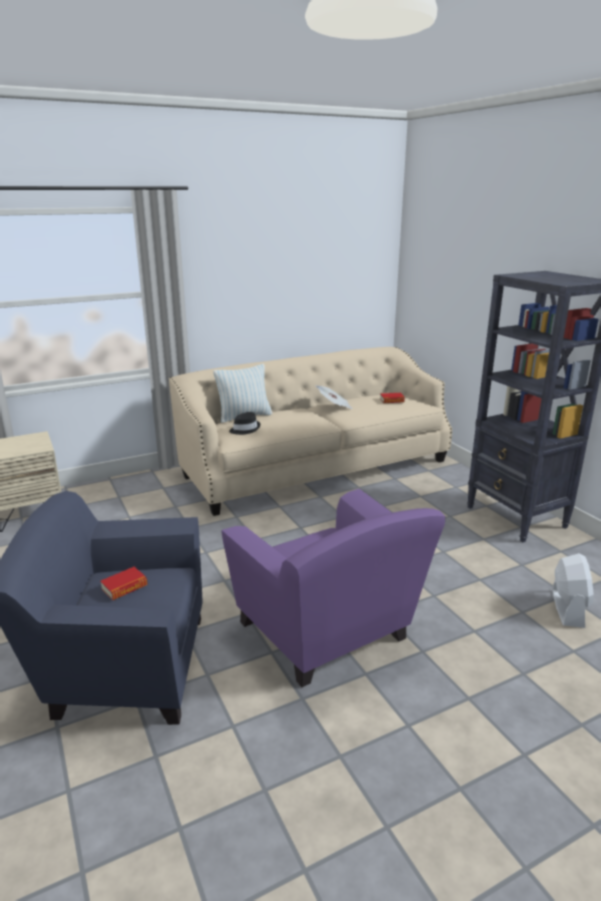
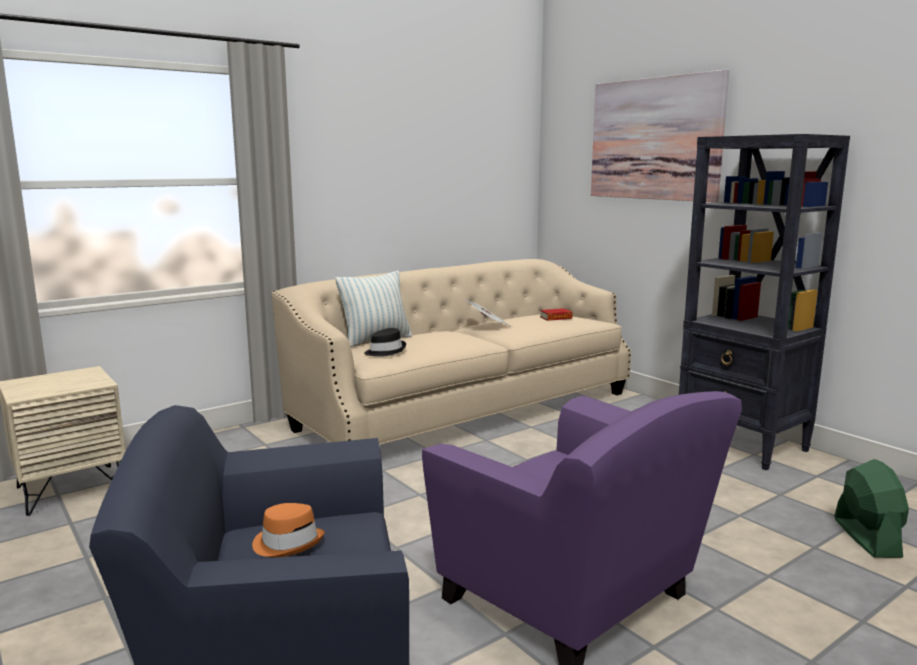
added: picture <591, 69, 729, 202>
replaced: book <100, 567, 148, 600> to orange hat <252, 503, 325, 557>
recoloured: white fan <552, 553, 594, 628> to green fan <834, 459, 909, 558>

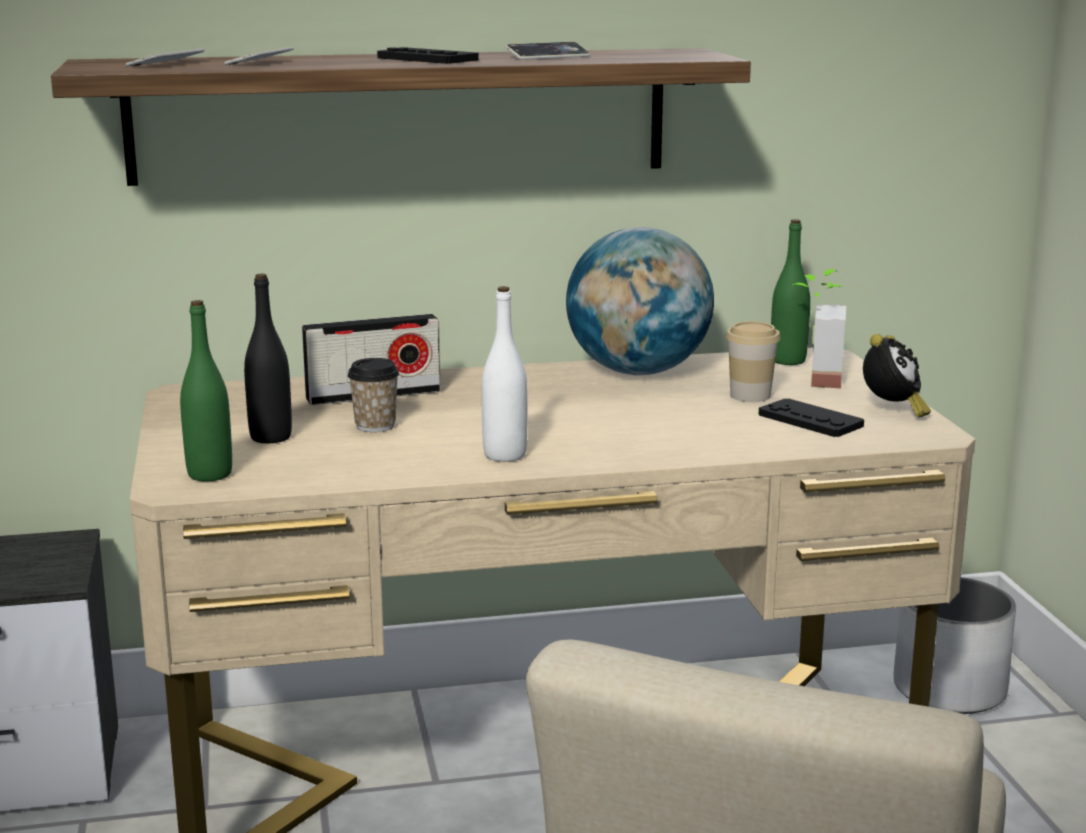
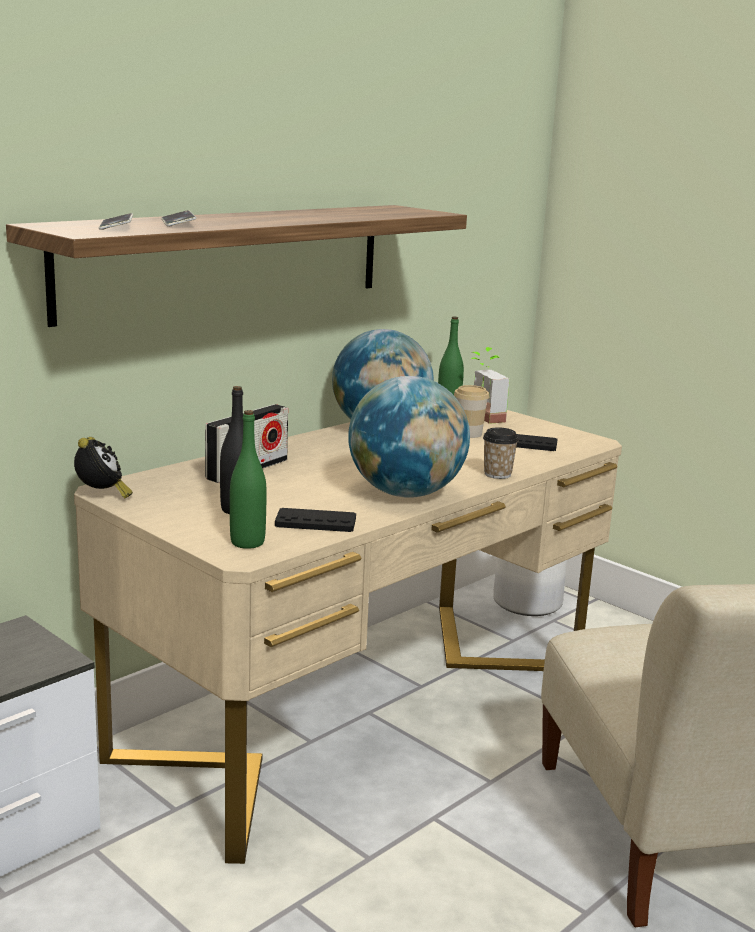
removed: phone <506, 42, 590, 60>
moved: cup <348, 358, 399, 432> to <483, 427, 519, 479>; black game controller <377, 47, 479, 64> to <275, 508, 356, 532>; alarm clock <863, 334, 931, 417> to <74, 437, 133, 498>
replaced: white bottle <481, 286, 528, 462> to globe <348, 376, 470, 498>

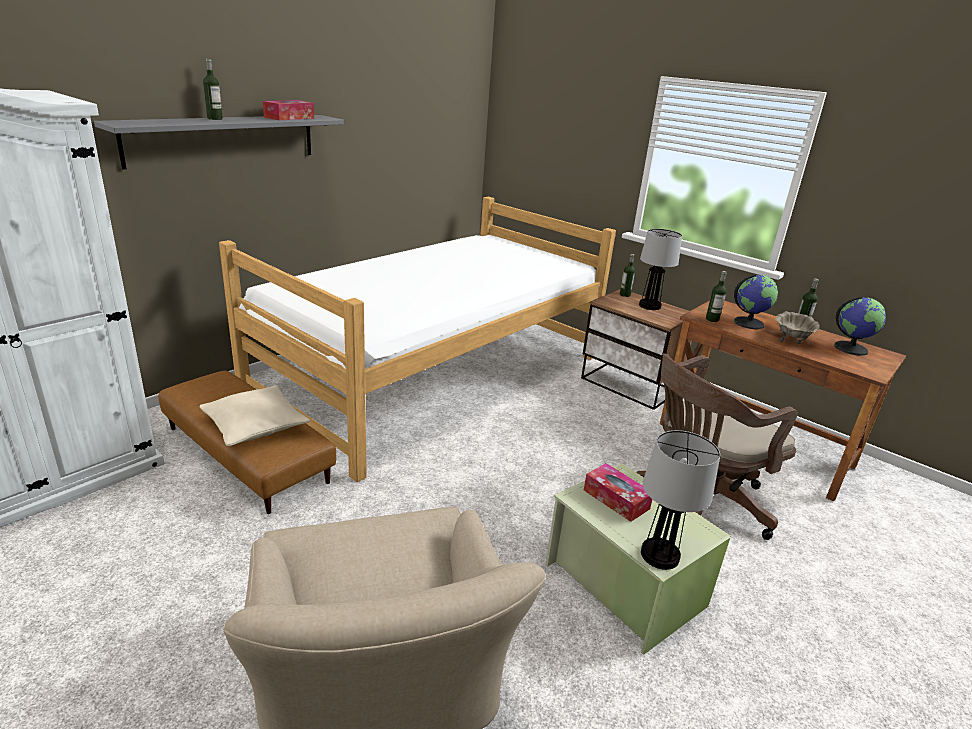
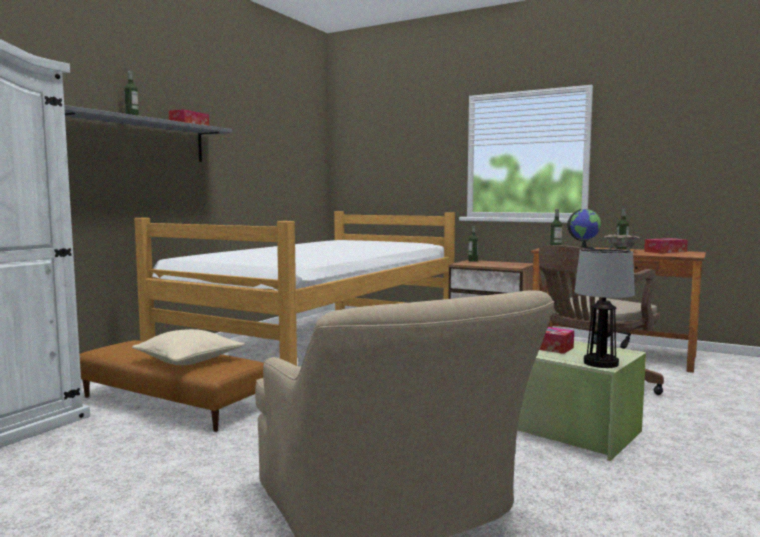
removed: table lamp <639, 229, 682, 310>
replaced: globe <834, 297, 886, 356> to tissue box <644, 238, 688, 253>

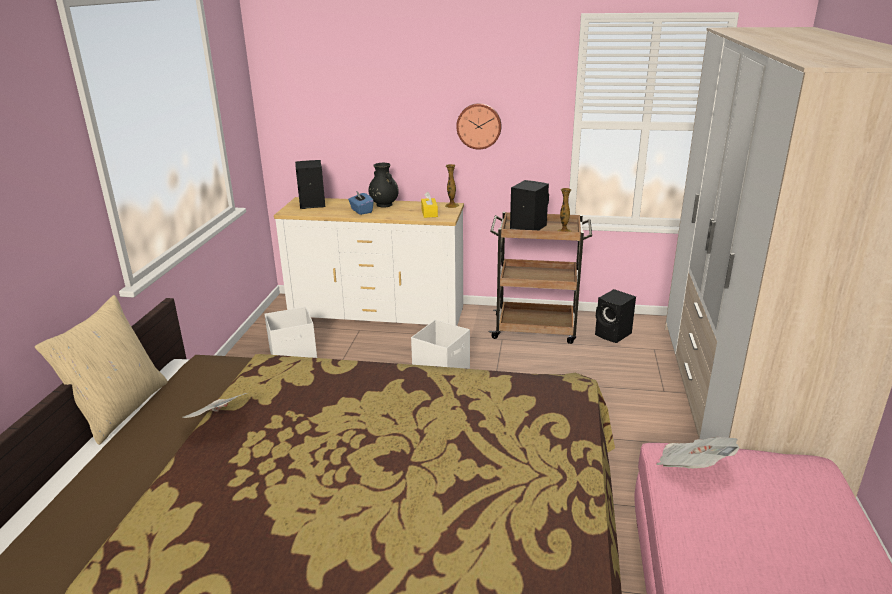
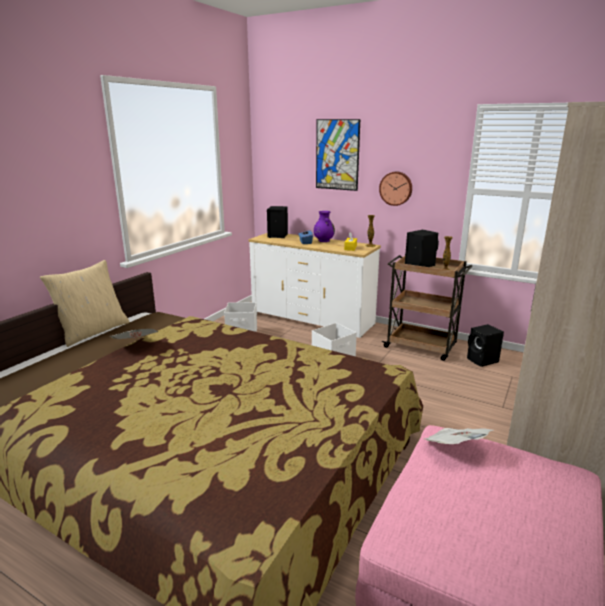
added: picture <316, 119, 360, 191>
recoloured: black vase <368, 163, 399, 208> to purple vase <314, 211, 335, 242>

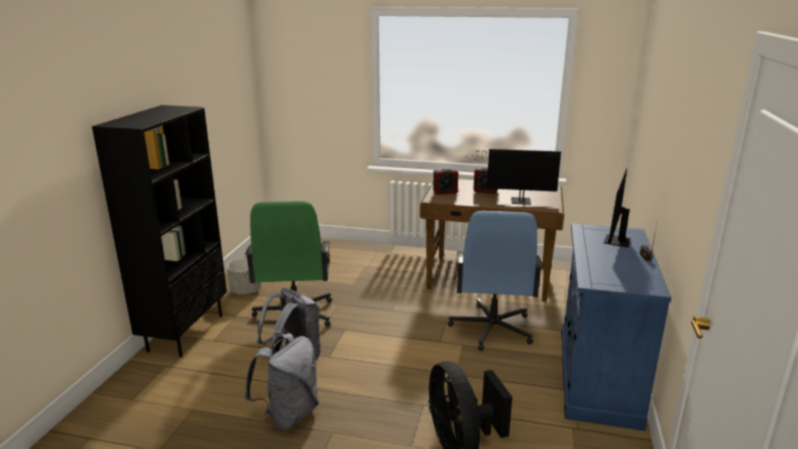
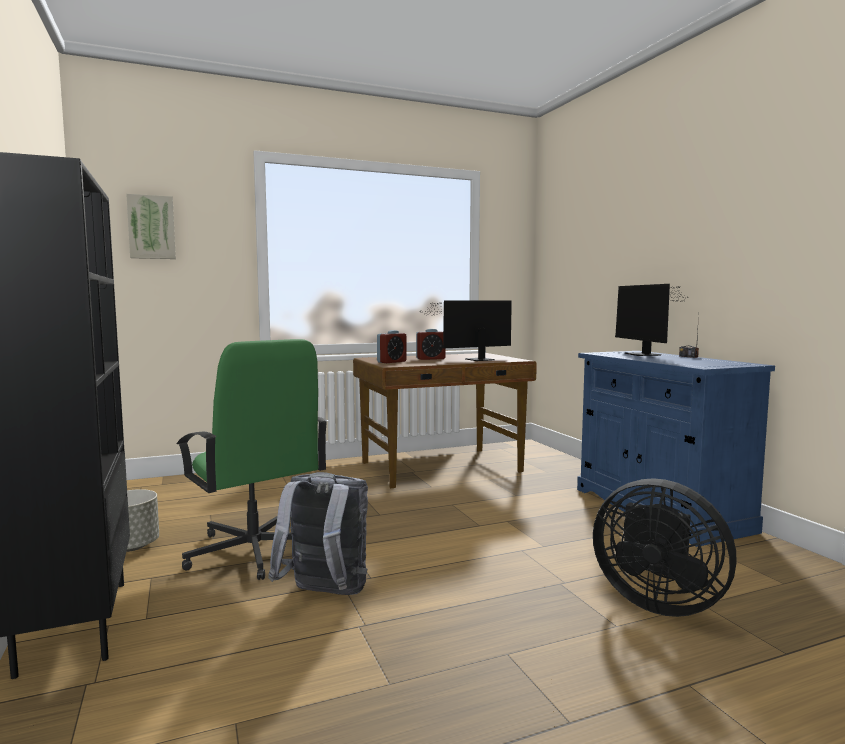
removed: grey backpack <244, 333, 319, 431>; blue office chair <448, 211, 543, 351>
added: picture <126, 194, 176, 259>

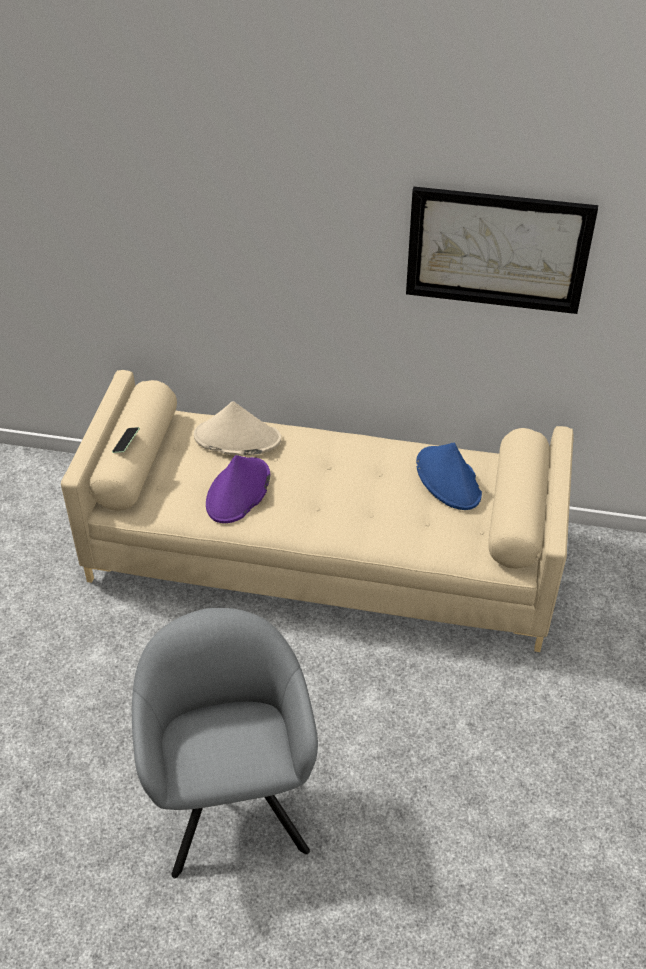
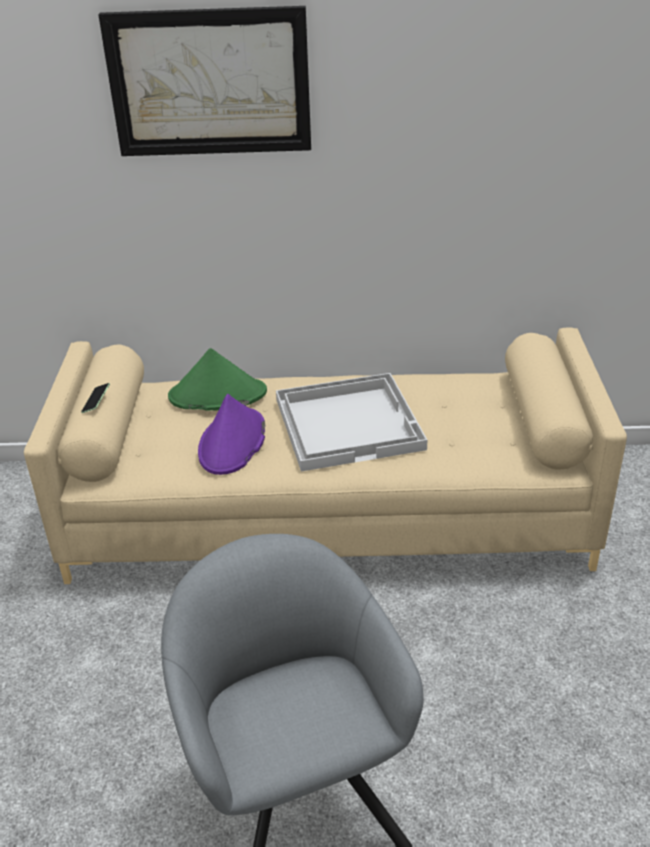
removed: blue hat <416, 443, 482, 510>
added: white tray <276, 373, 427, 472>
moved: picture <406, 187, 598, 314> to <98, 6, 311, 156>
recoloured: beige hat <194, 401, 281, 456> to green hat <168, 348, 267, 411>

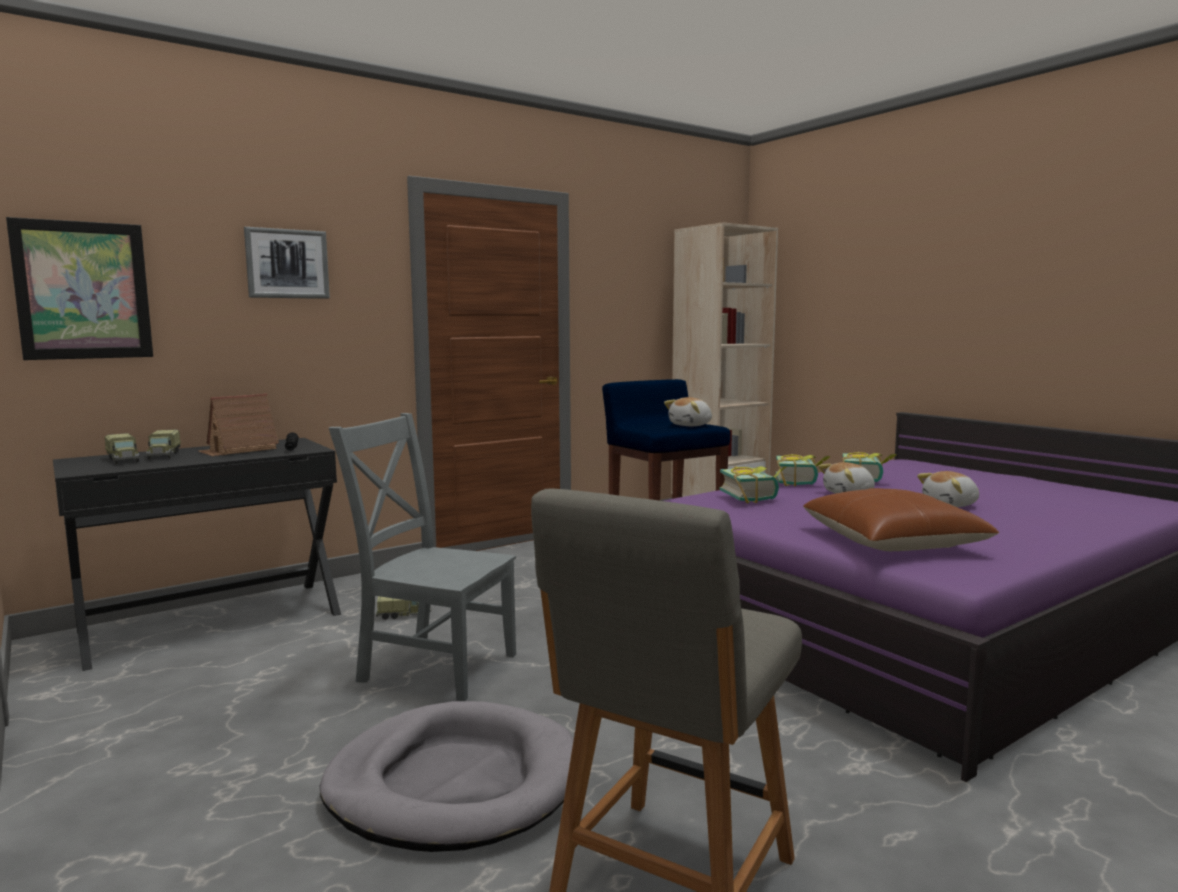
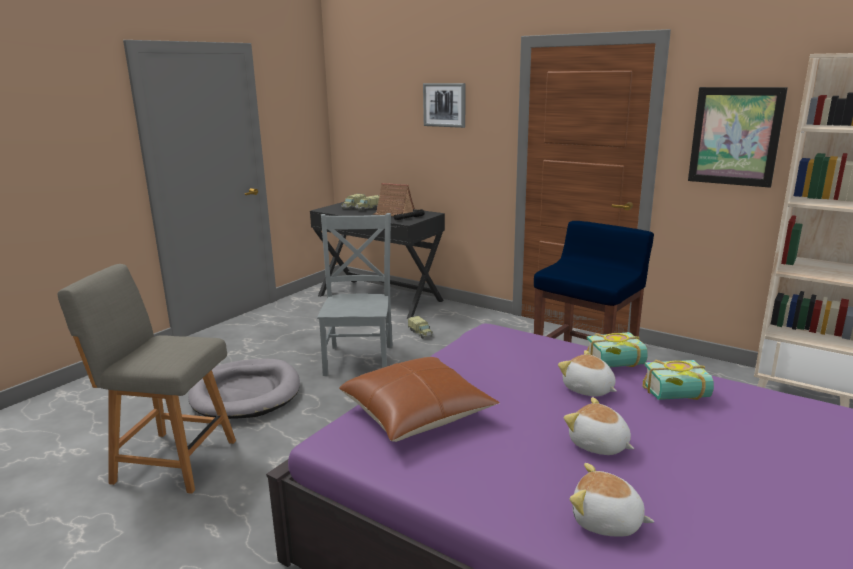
removed: book <719, 466, 786, 504>
moved: picture <6, 217, 153, 360> to <688, 87, 788, 188>; plush toy <664, 397, 712, 426> to <570, 463, 654, 537>

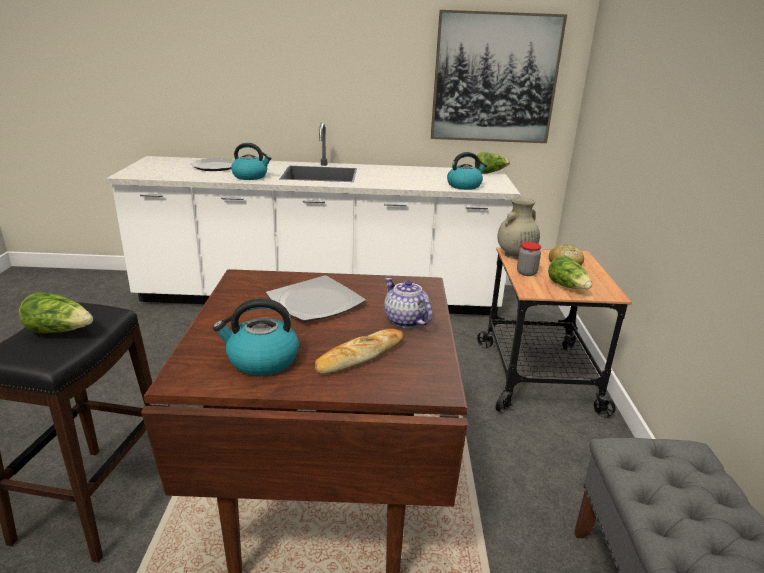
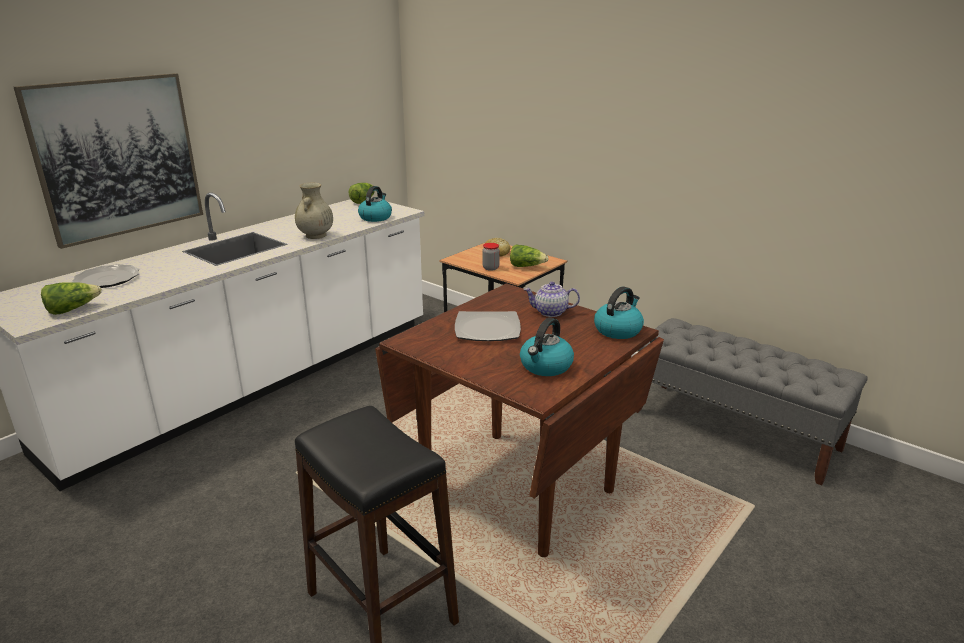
removed: bread <315, 329, 404, 374>
moved: lettuce <19, 292, 93, 333> to <41, 282, 102, 315>; kettle <231, 143, 272, 180> to <594, 286, 644, 339>; picture <431, 10, 567, 143> to <14, 73, 203, 249>; beige vase <497, 197, 540, 259> to <295, 183, 333, 239>

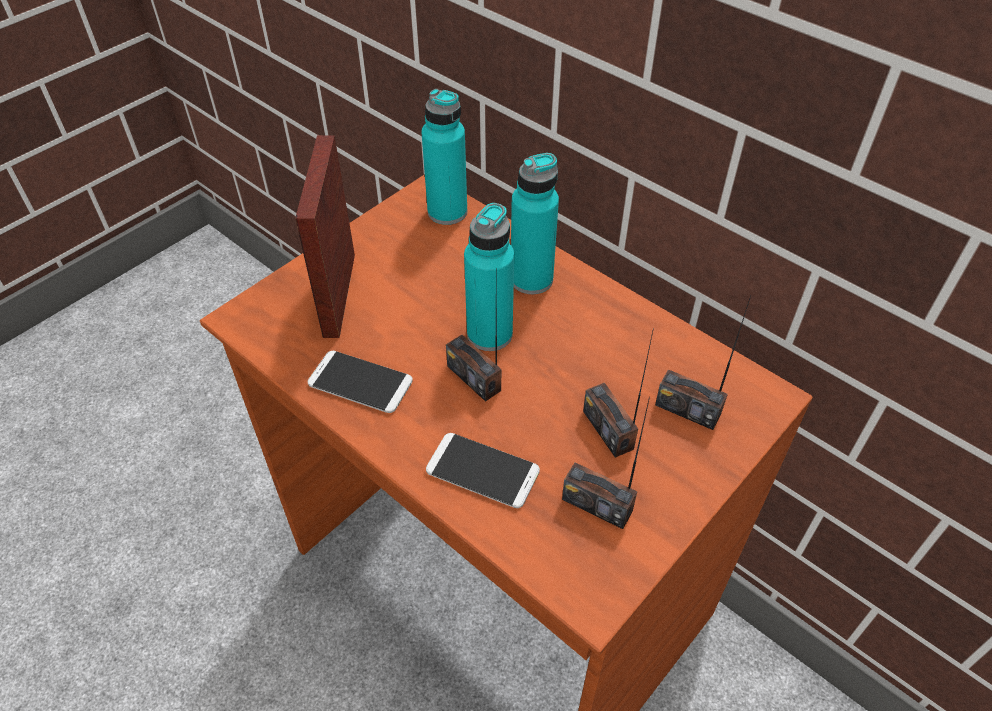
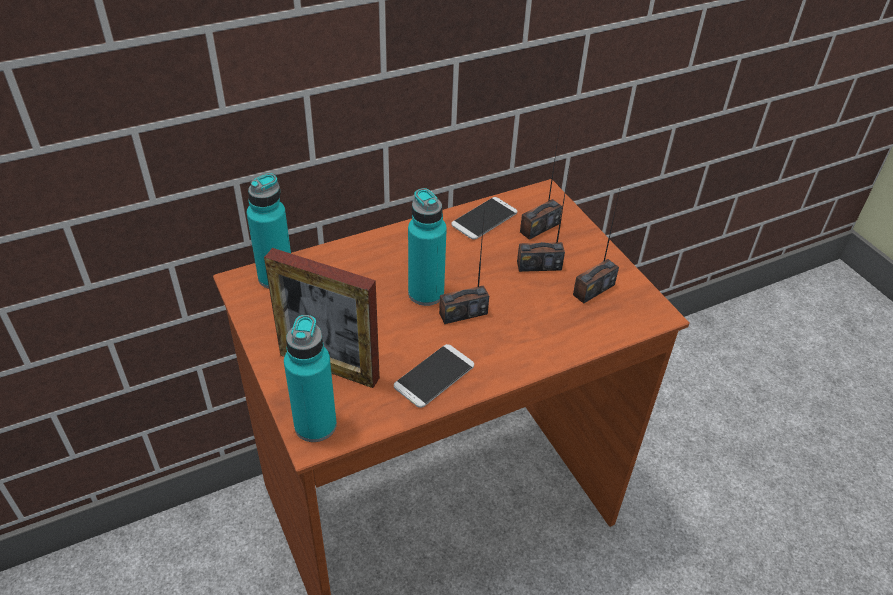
moved: phone <426, 433, 540, 508> to <451, 197, 517, 240>; turquoise bottle <511, 153, 559, 294> to <284, 315, 337, 442>

